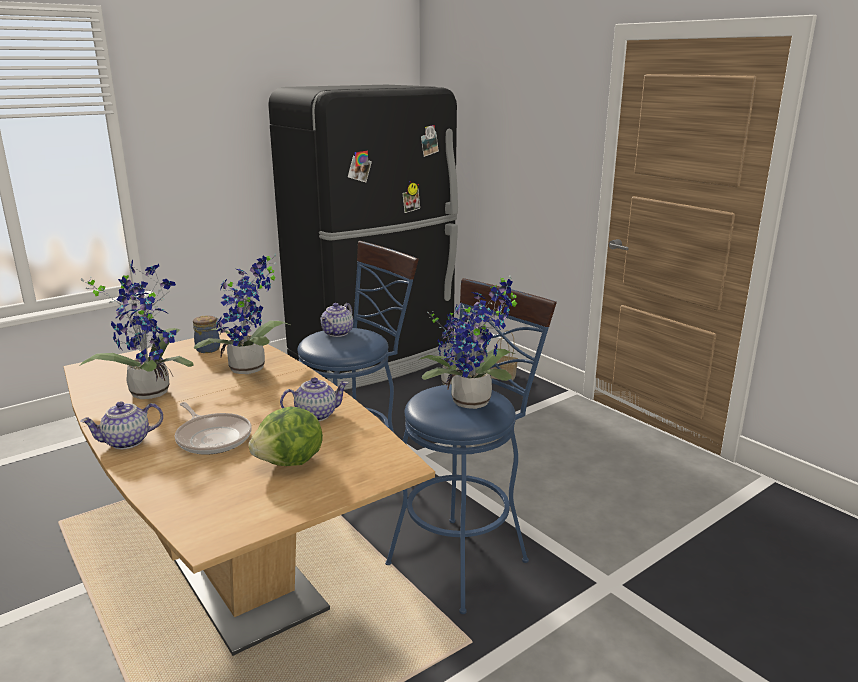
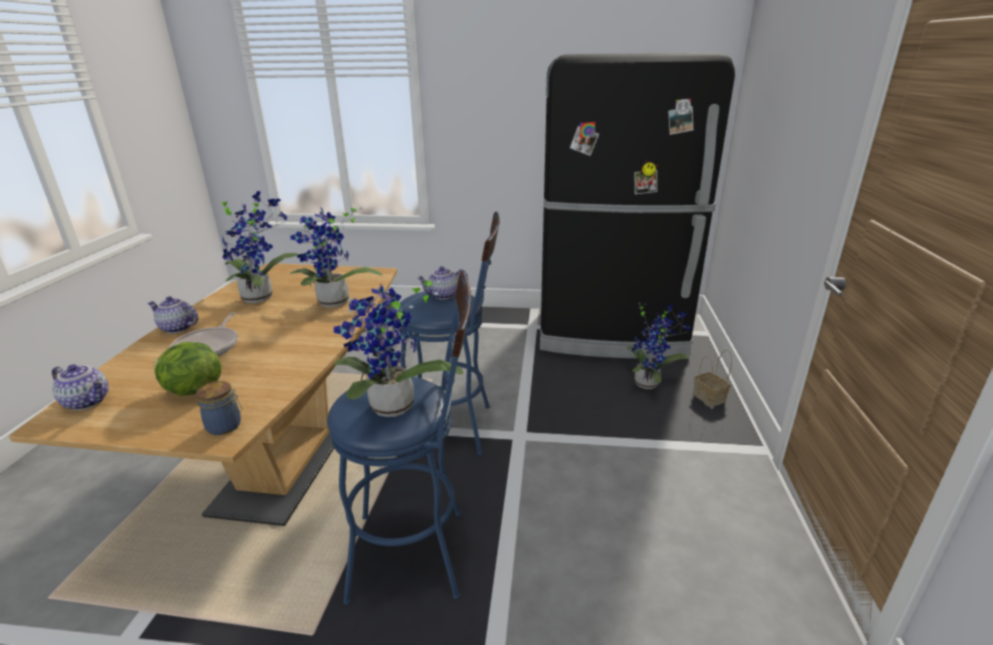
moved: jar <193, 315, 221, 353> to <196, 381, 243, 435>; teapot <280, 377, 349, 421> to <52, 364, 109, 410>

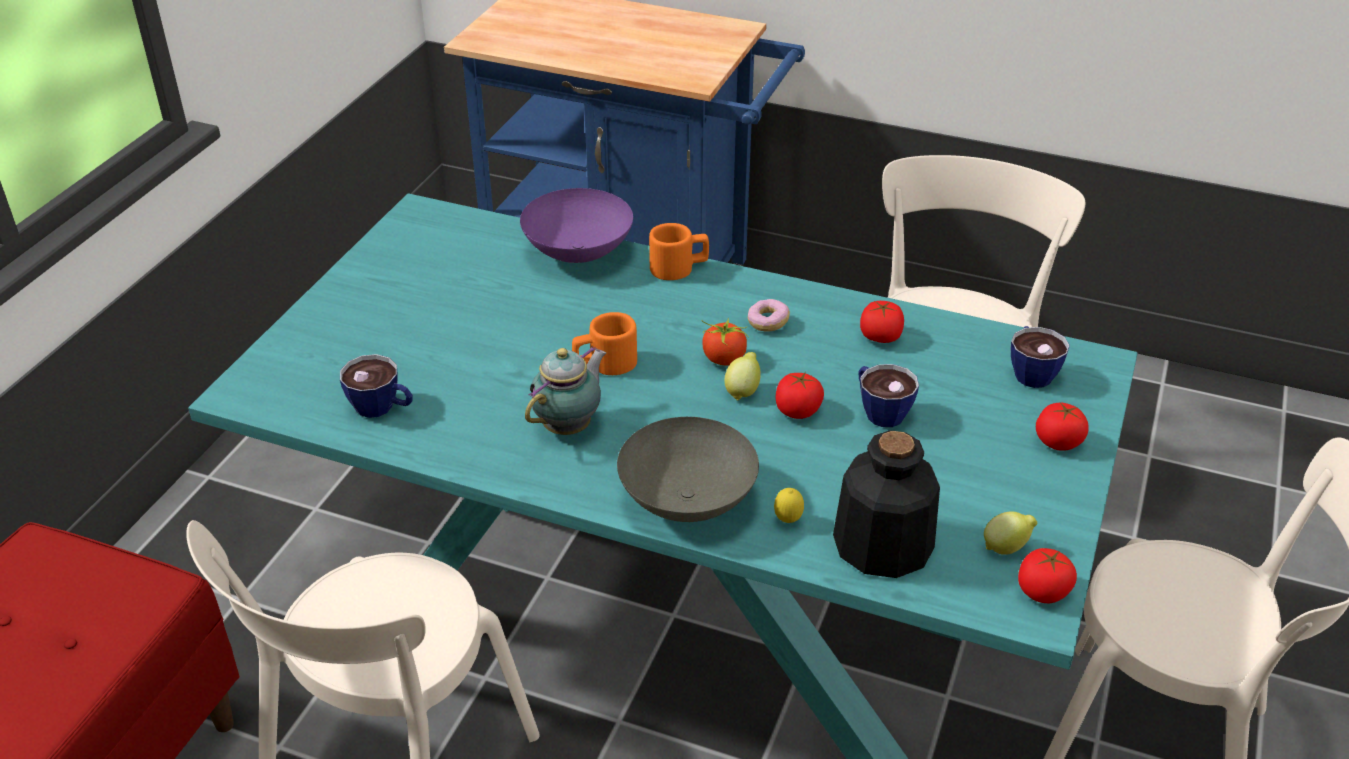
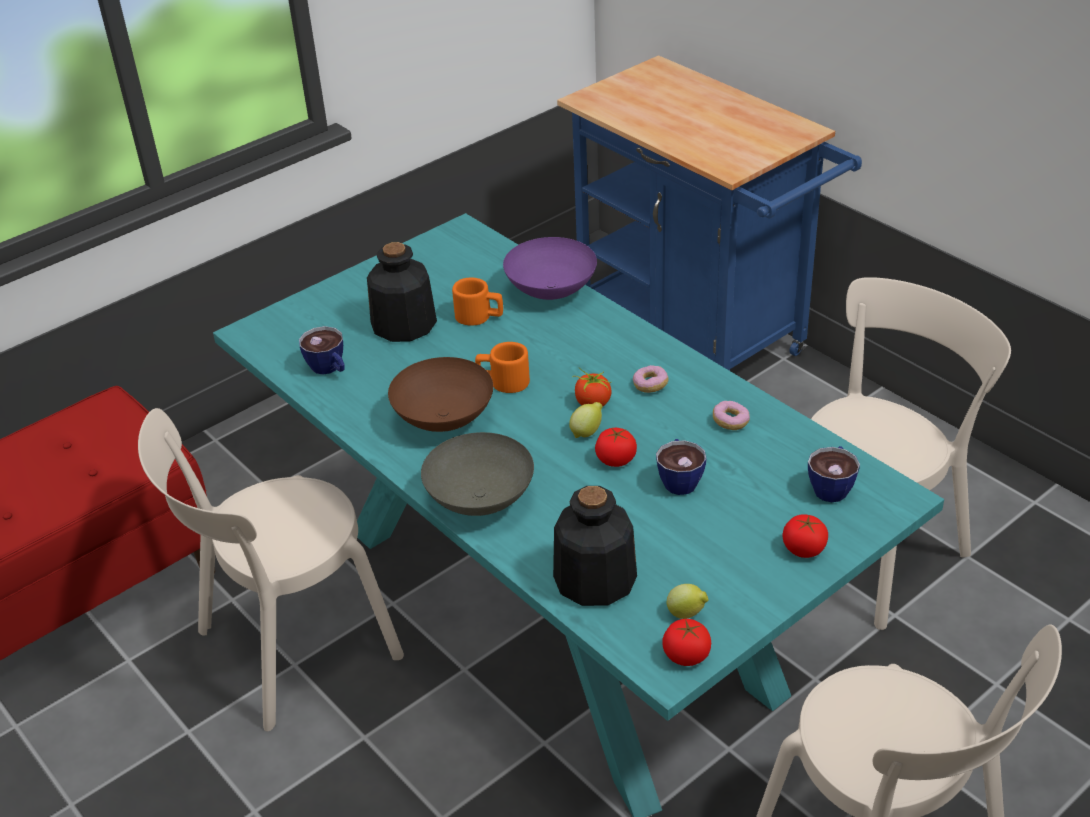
removed: lemon <774, 488, 804, 523>
added: bottle <367, 242, 437, 342>
moved: orange mug <649, 223, 709, 280> to <452, 278, 503, 325>
replaced: teapot <525, 346, 606, 435> to brown bowl <388, 357, 493, 432>; tomato <860, 301, 904, 343> to donut <713, 401, 750, 430>

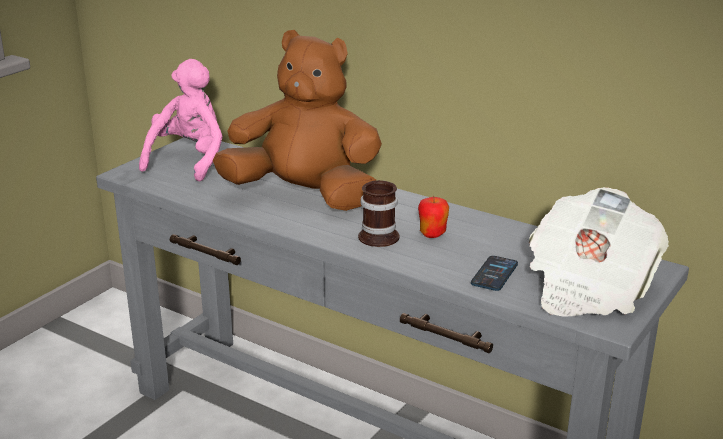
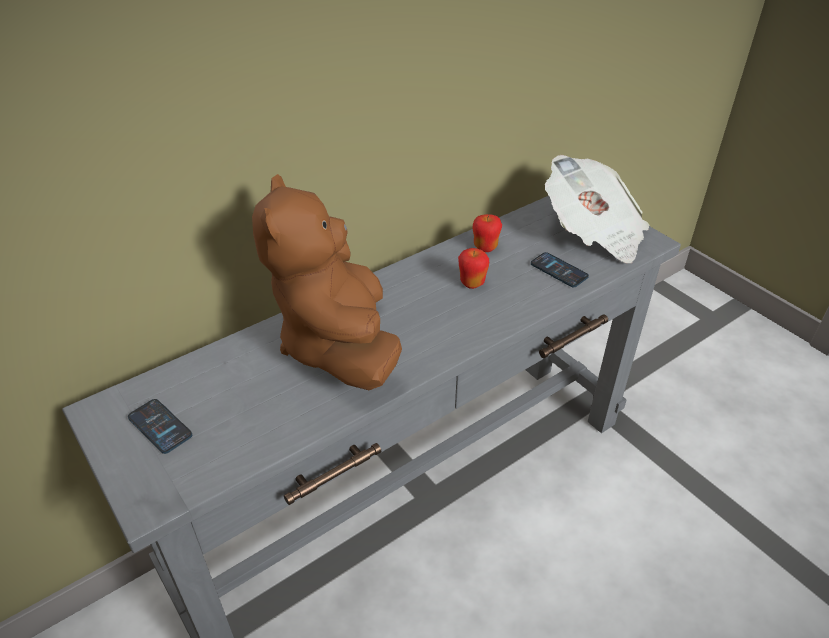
removed: mug <358, 180, 400, 247>
added: apple <473, 214, 502, 252>
replaced: pink plush toy <139, 59, 223, 182> to phone <128, 399, 192, 454>
turned: brown plush toy <213, 30, 382, 211> = <252, 174, 402, 390> 45 degrees counterclockwise

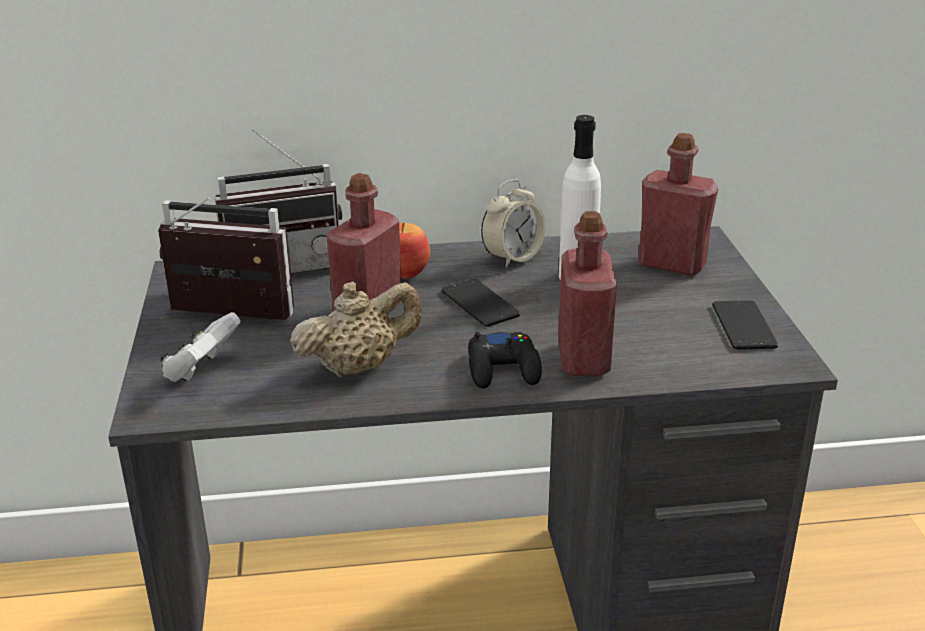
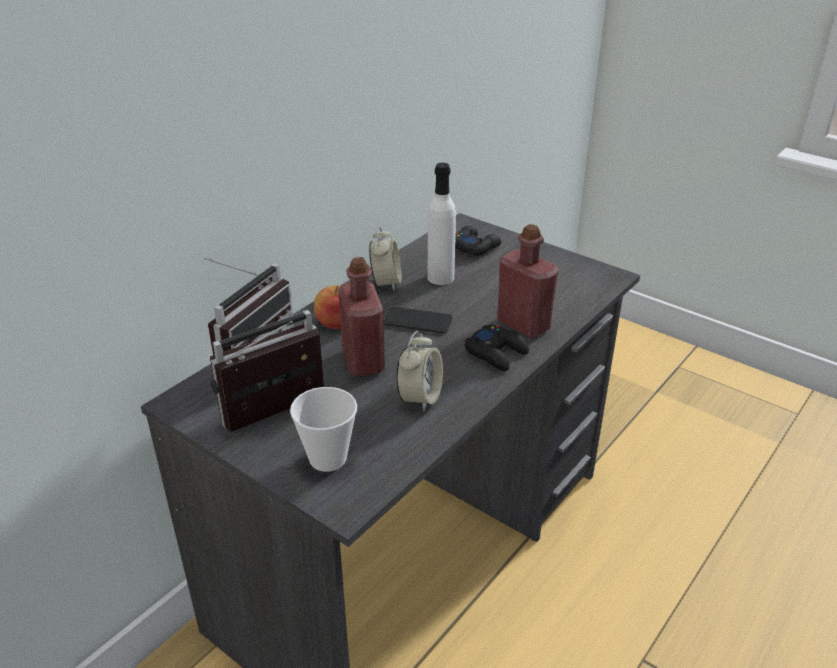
removed: phone <712, 300, 778, 350>
replaced: white game controller <160, 312, 240, 382> to cup <290, 387, 357, 472>; beige teapot <290, 281, 422, 377> to alarm clock <396, 331, 443, 412>; red bottle <638, 133, 718, 276> to black game controller <455, 226, 502, 256>

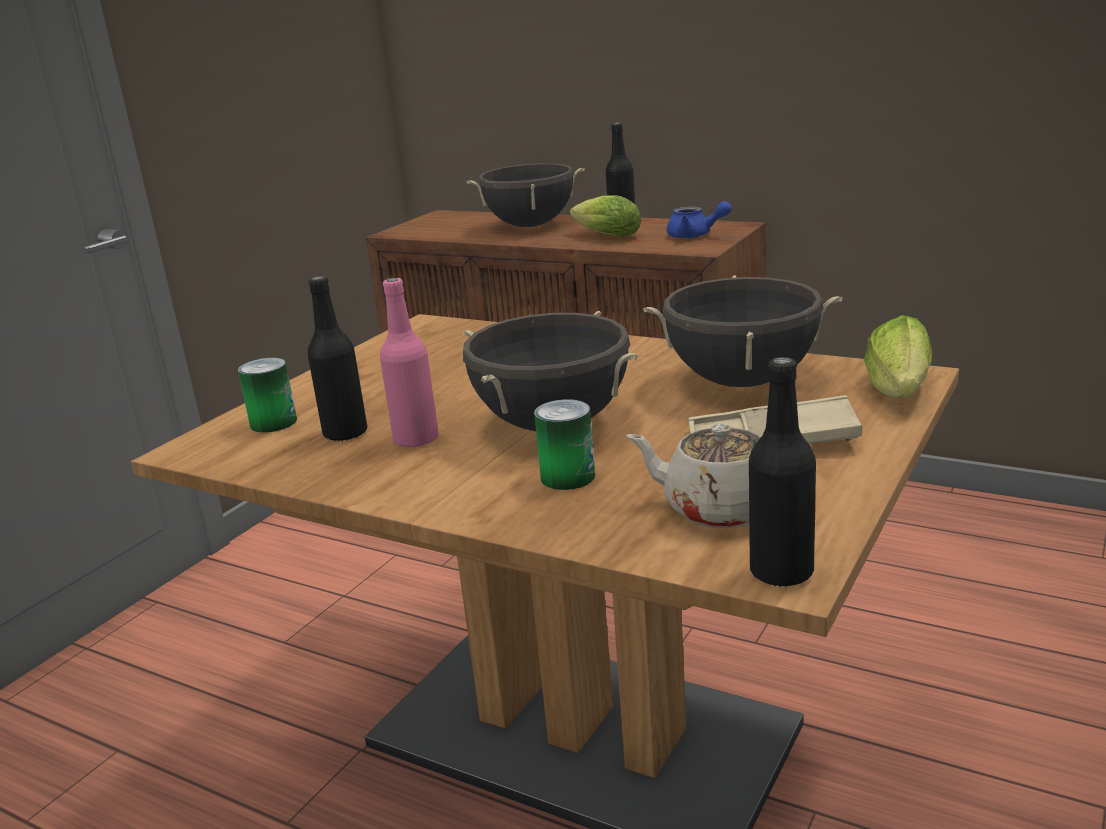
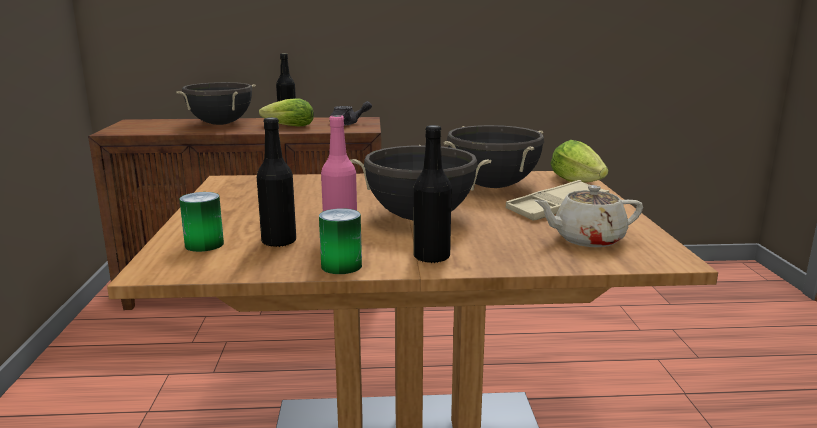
moved: can <534, 399, 595, 490> to <319, 208, 362, 274>; black bottle <749, 357, 816, 588> to <414, 125, 452, 264>
recoloured: blue teapot <667, 201, 732, 239> to grey teapot <331, 101, 372, 126>

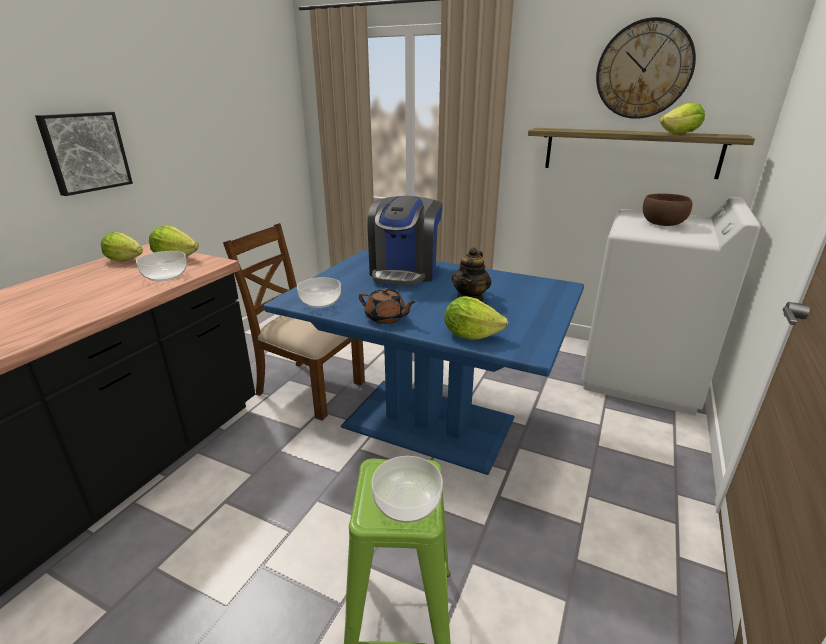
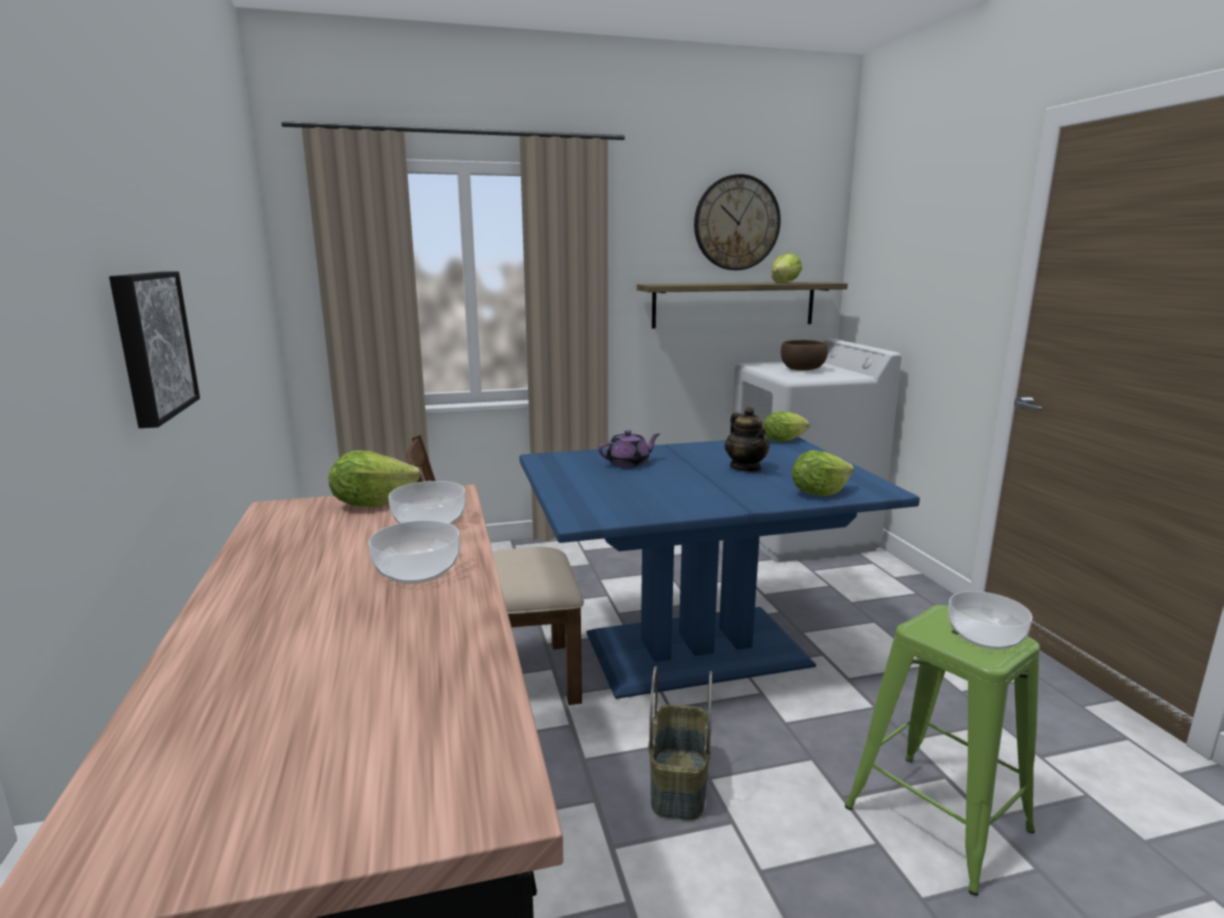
removed: brown teapot <359, 288, 416, 324>
added: basket <648, 666, 712, 820>
moved: lettuce <101, 232, 143, 261> to <763, 412, 810, 441>; bowl <297, 277, 341, 308> to <368, 520, 460, 584>
replaced: coffee machine <367, 196, 443, 287> to purple teapot <598, 430, 660, 467>

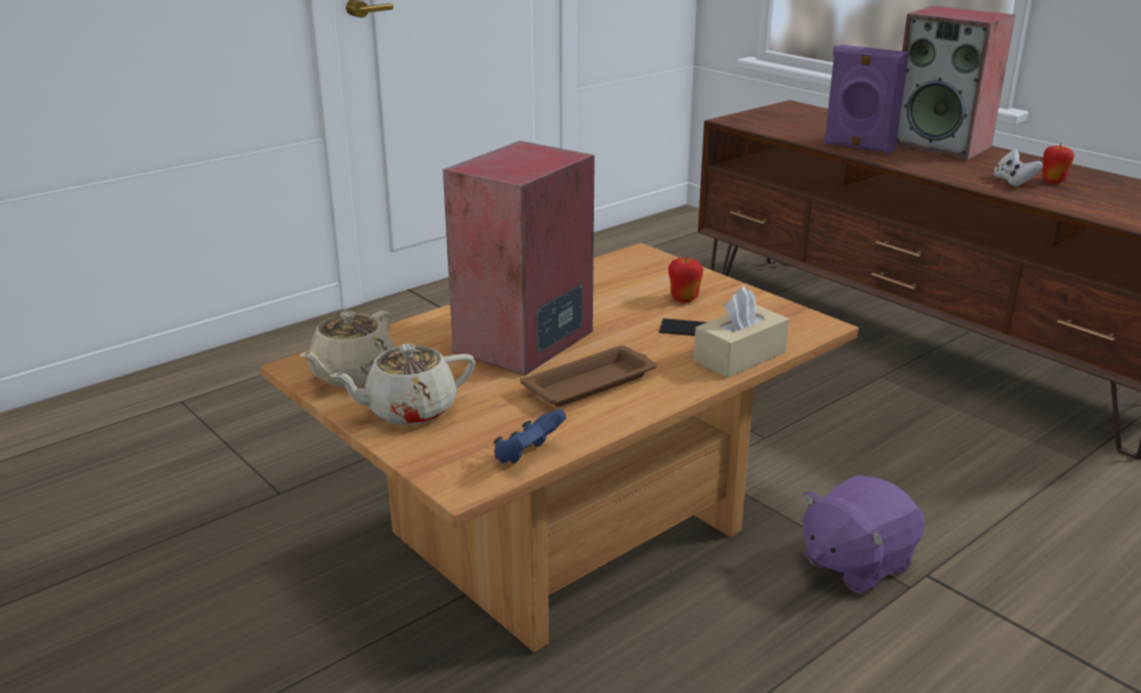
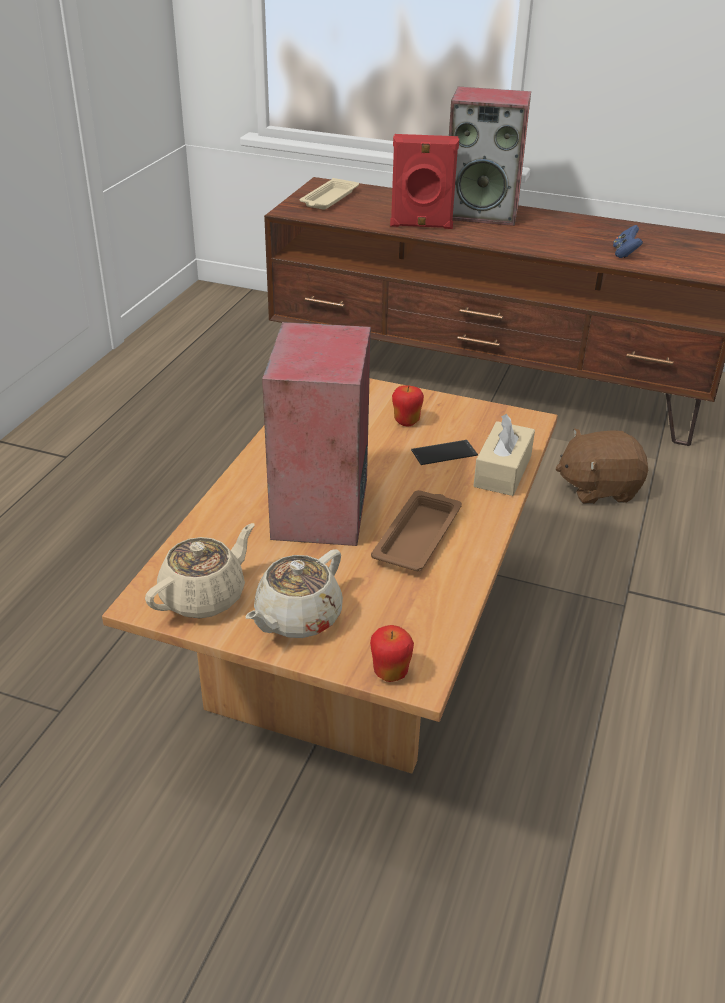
removed: purple plush toy <803, 475, 925, 595>; white game controller <994, 149, 1043, 186>
added: beige tray <300, 178, 359, 210>; brown plush toy <556, 428, 648, 504>
moved: blue game controller <494, 409, 566, 464> to <613, 225, 643, 258>; apple <1042, 143, 1074, 183> to <370, 625, 414, 682>
recoloured: purple speaker <823, 45, 909, 154> to red speaker <390, 134, 459, 229>
turned: beige teapot <300, 311, 395, 387> = <145, 523, 255, 618> 135 degrees counterclockwise

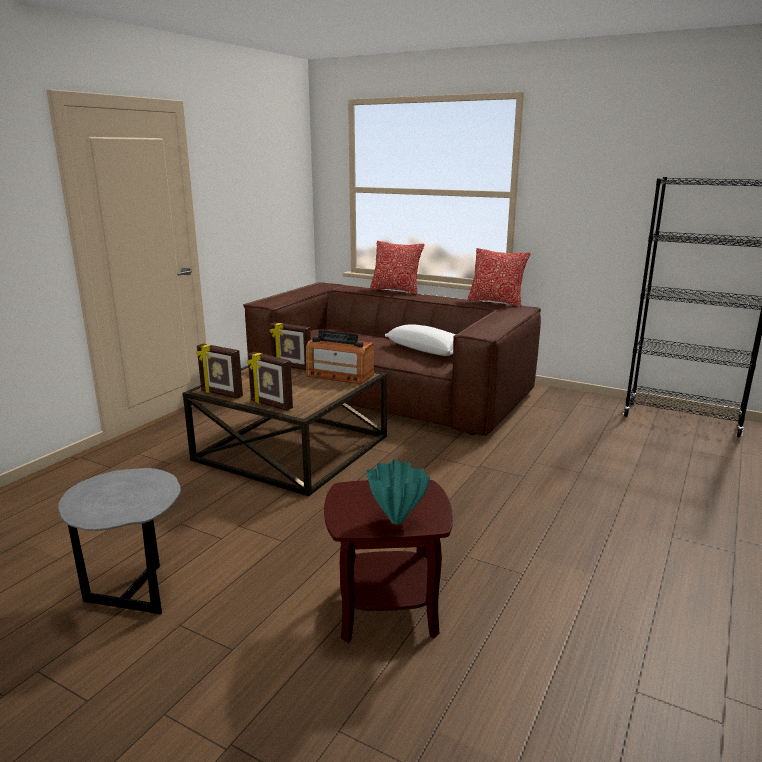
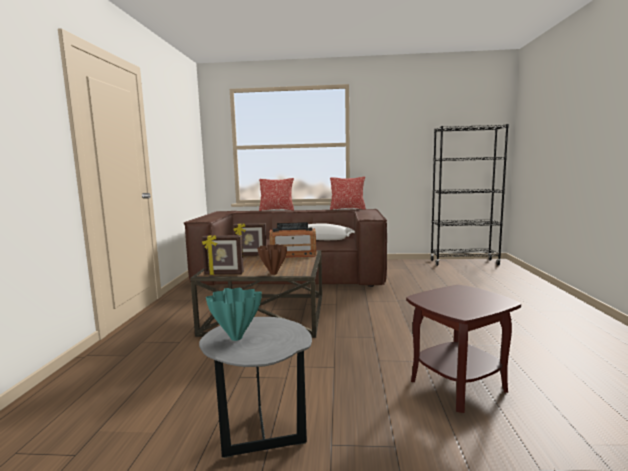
moved: turquoise vase <366, 459, 430, 524> to <206, 288, 262, 341>
replaced: picture frame <247, 352, 293, 411> to brown vase <257, 244, 287, 275>

